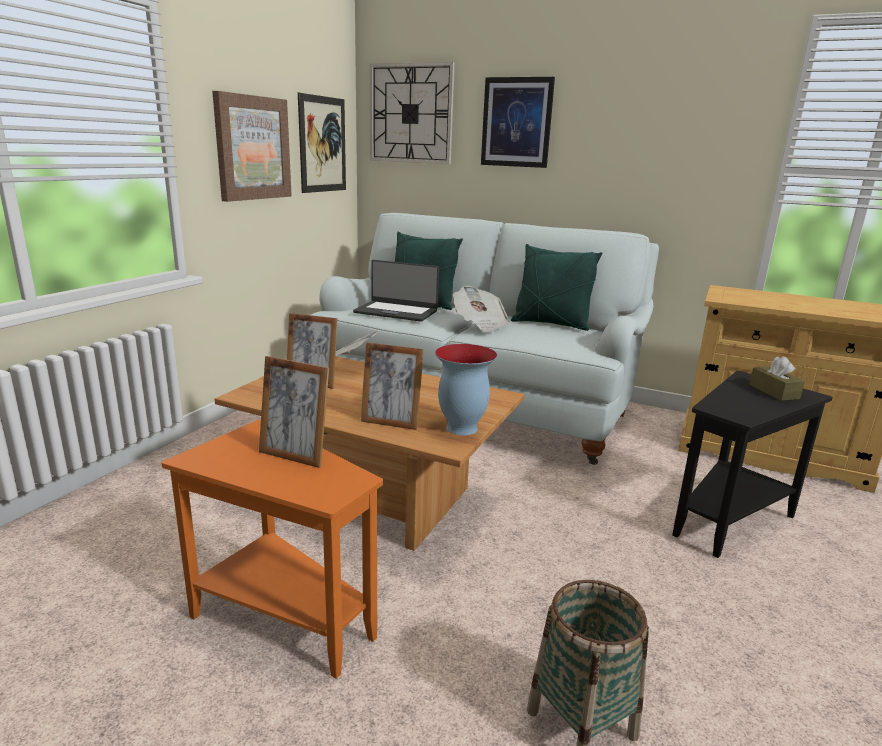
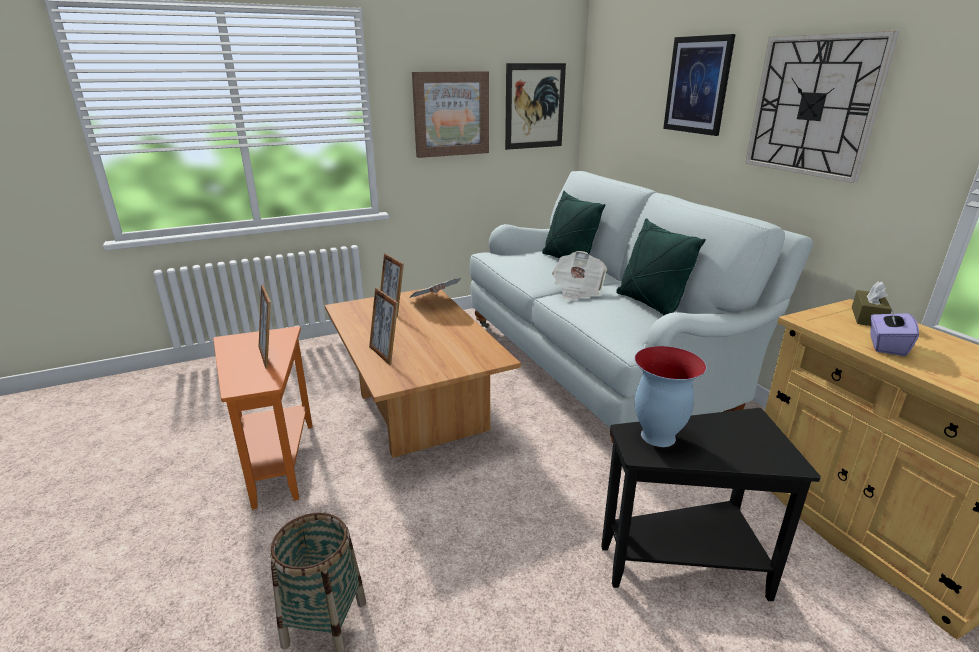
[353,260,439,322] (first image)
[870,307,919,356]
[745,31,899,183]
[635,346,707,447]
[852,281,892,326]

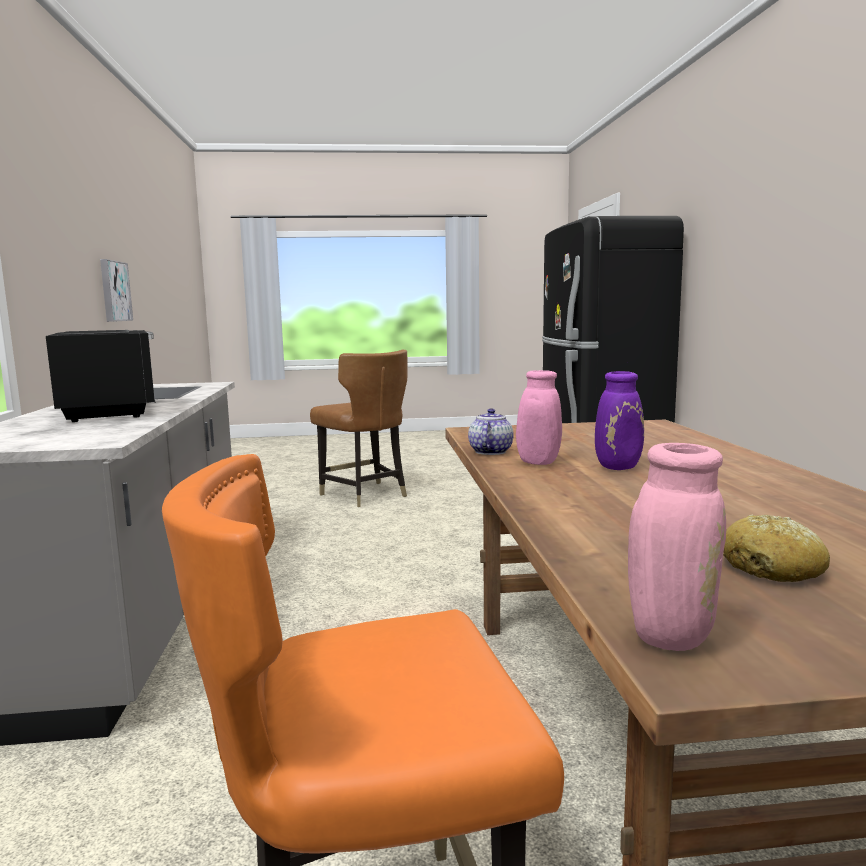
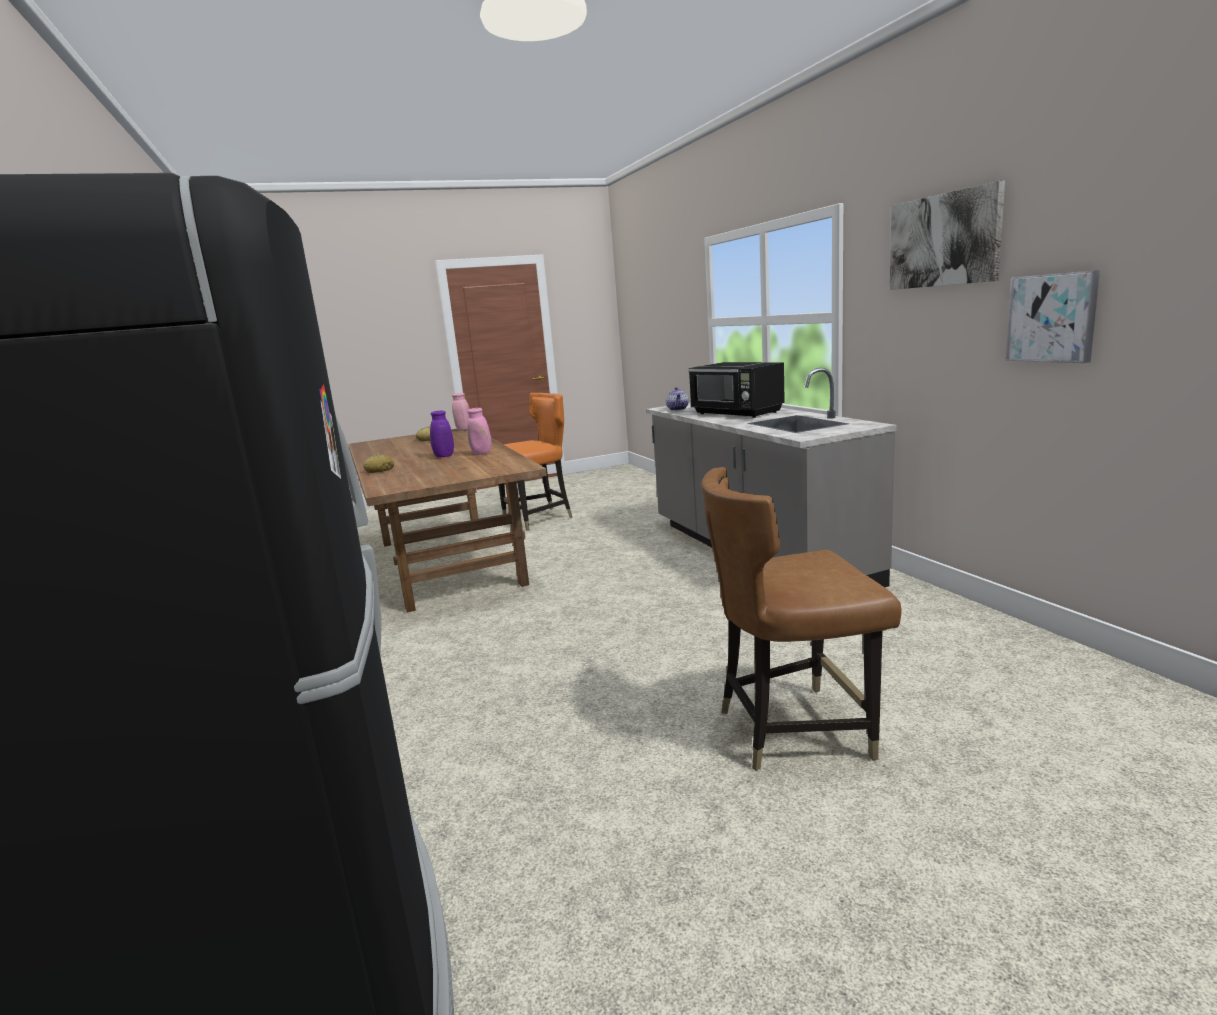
[363,455,394,473]
[890,181,1005,290]
[666,387,689,411]
[701,467,901,771]

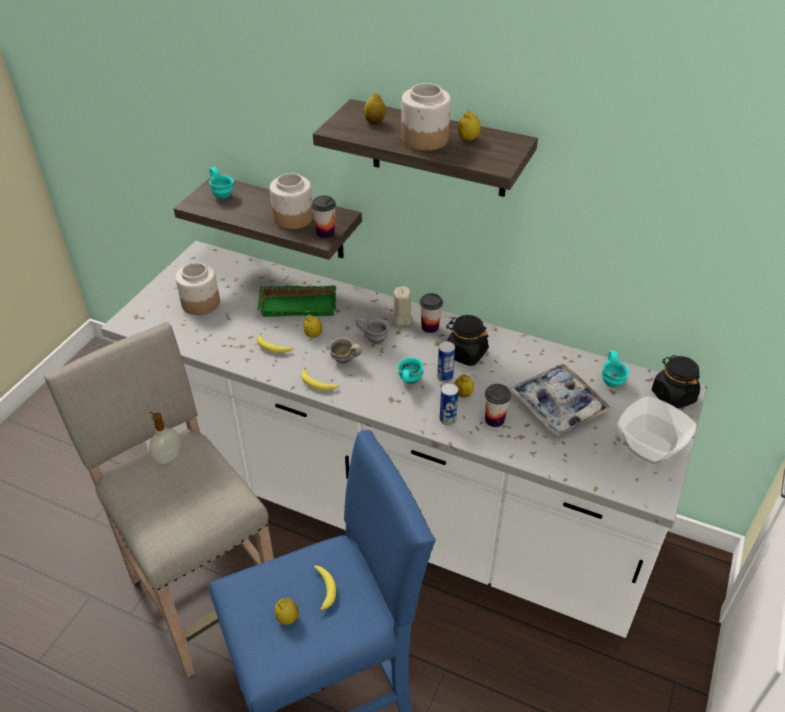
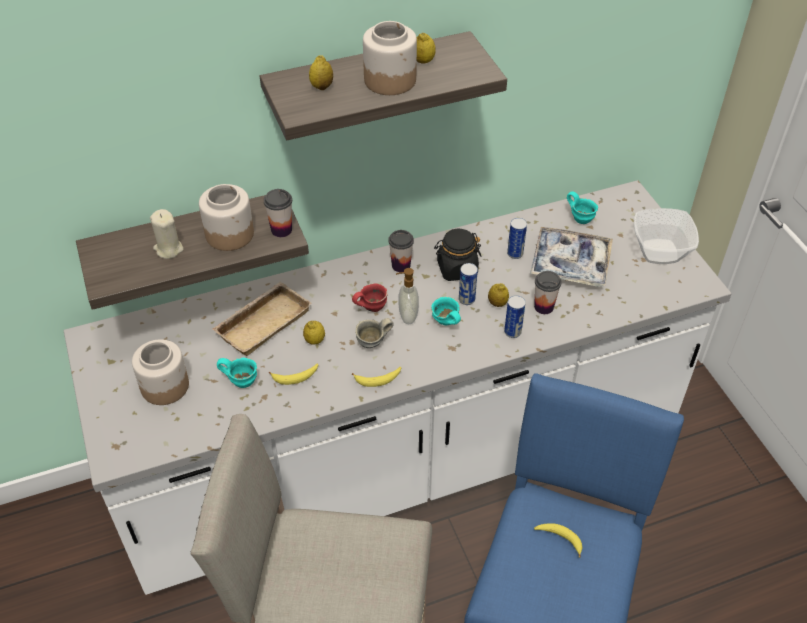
[274,598,299,625] (first image)
[652,355,700,409] (first image)
[507,218,527,259]
[396,268,419,324]
[217,357,257,388]
[150,209,184,259]
[212,282,312,356]
[352,283,387,312]

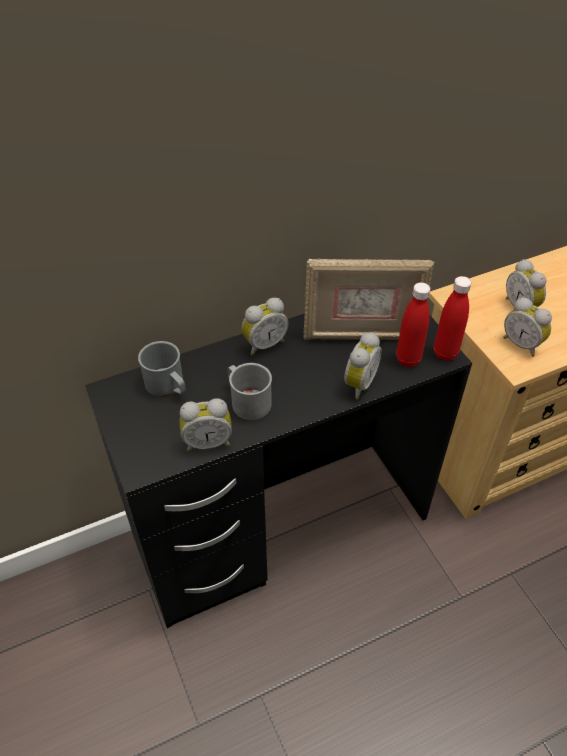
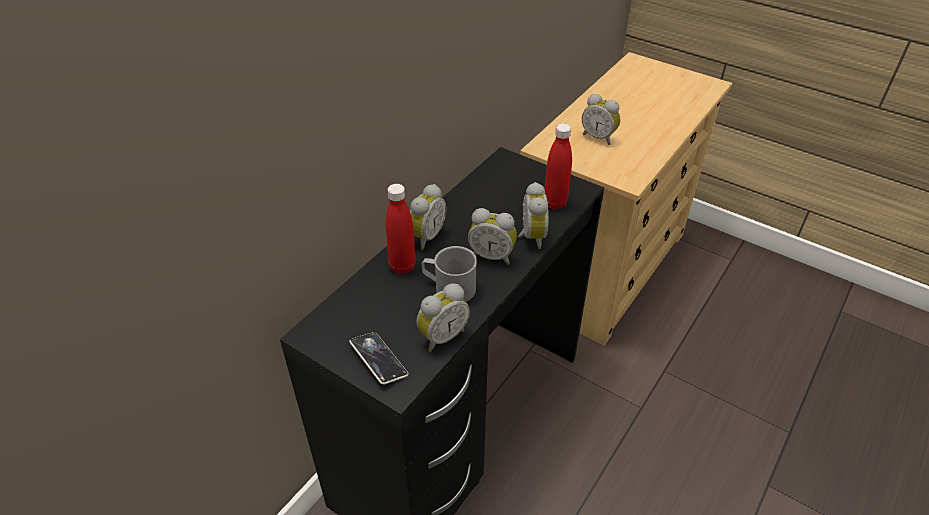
[138,341,186,397] (first image)
[303,258,434,340] (first image)
[349,332,408,385]
[385,184,416,274]
[468,208,517,265]

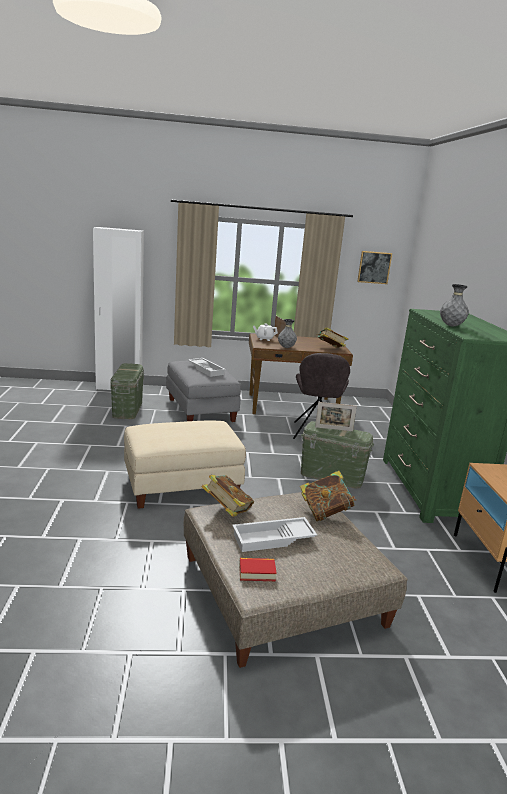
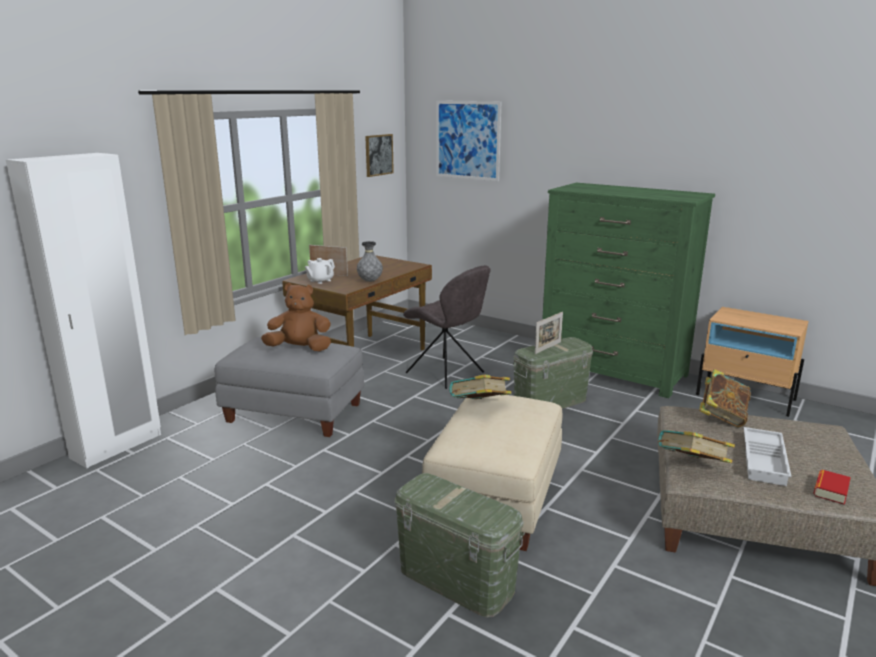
[440,284,469,326] (first image)
[436,101,501,181]
[394,473,525,618]
[449,374,511,399]
[261,283,331,351]

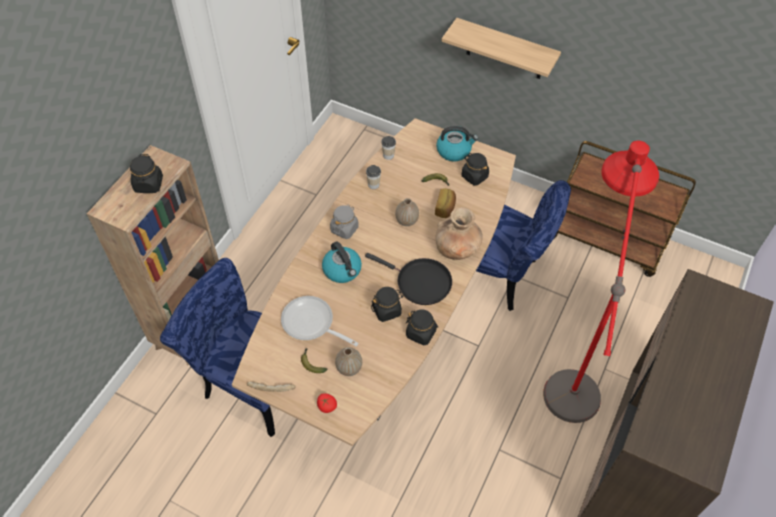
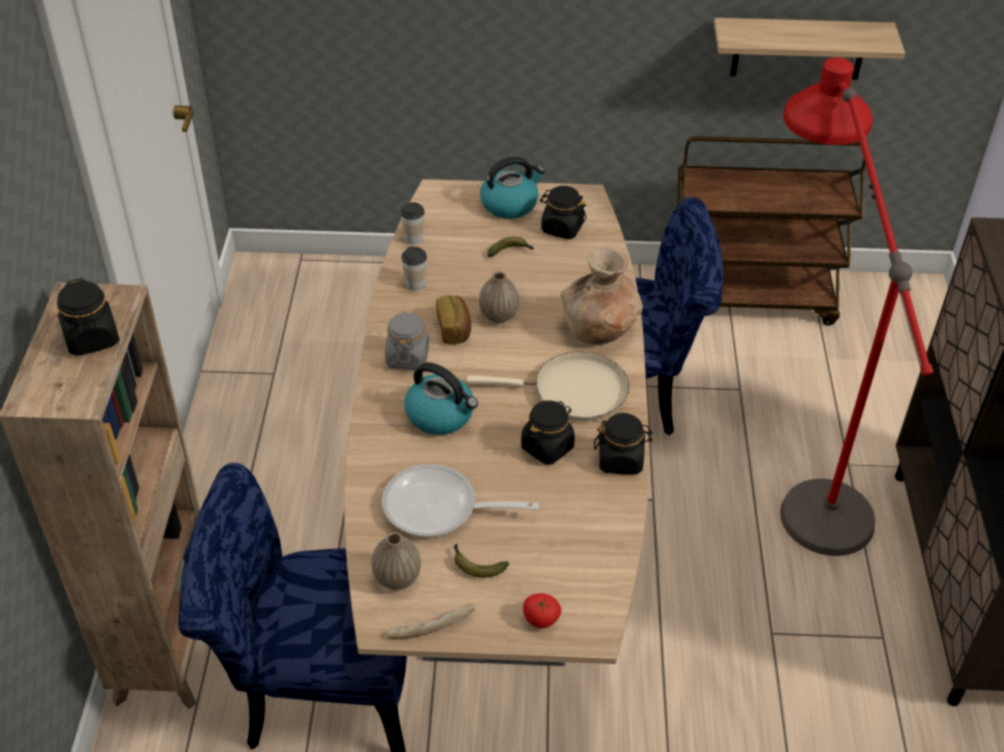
[371,532,421,590]
[436,295,471,345]
[714,18,905,80]
[467,352,629,421]

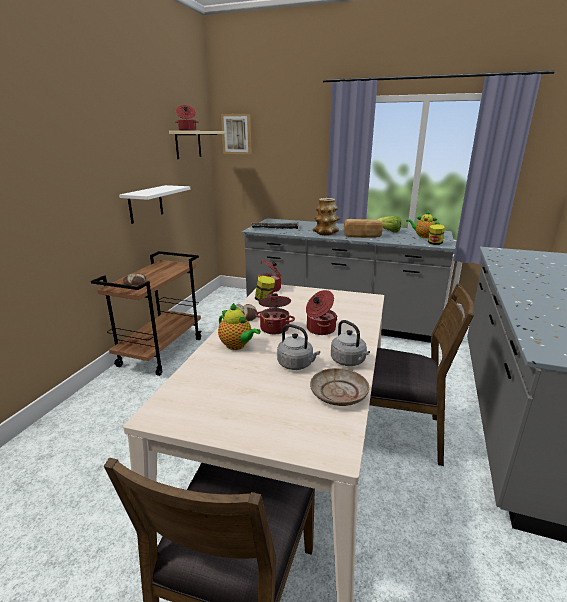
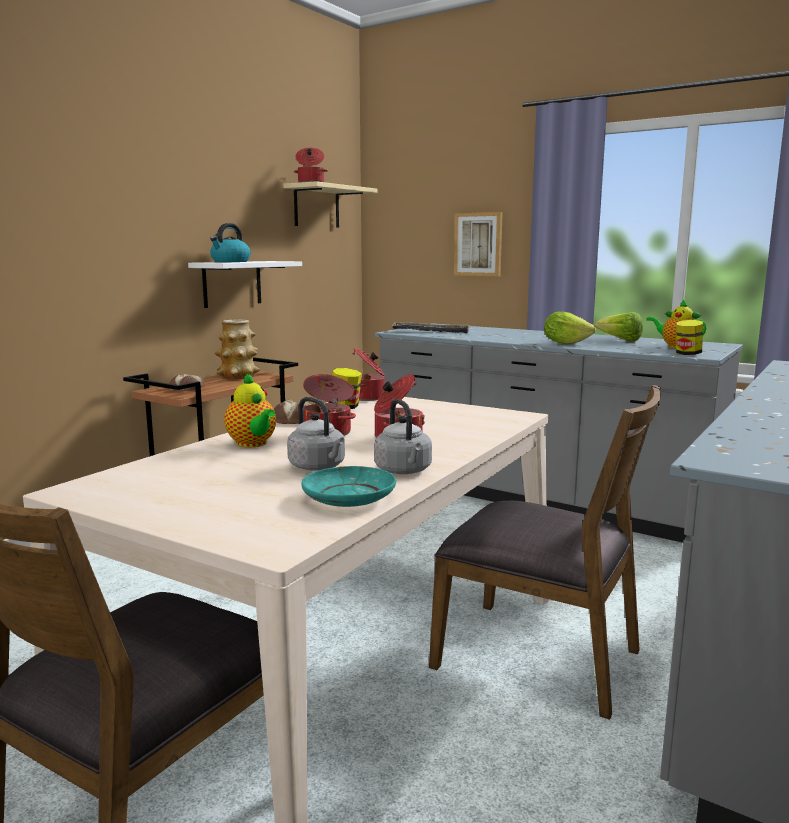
[210,223,251,262]
[454,212,503,276]
[215,320,260,379]
[544,311,596,344]
[301,466,396,507]

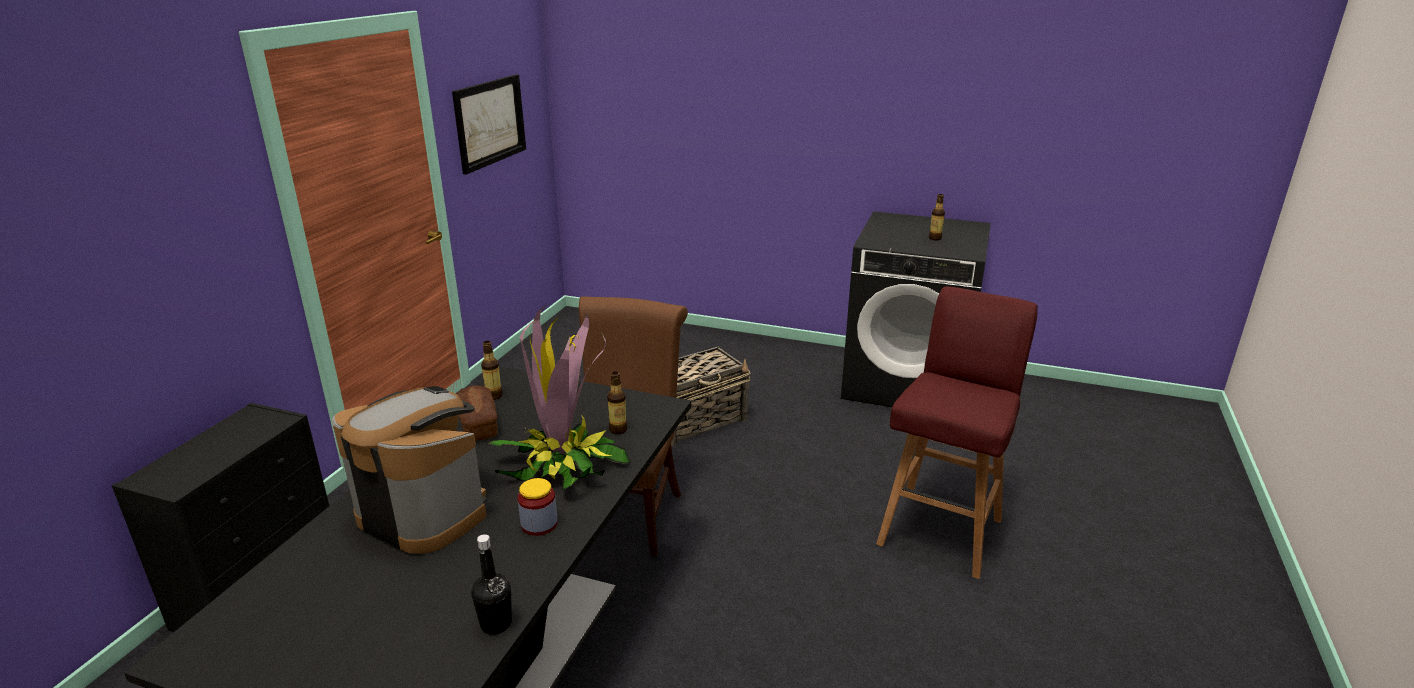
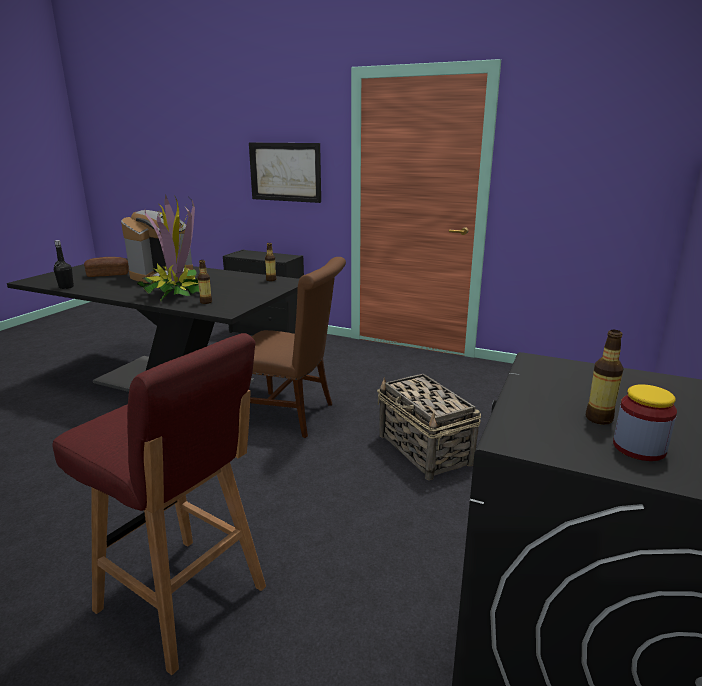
[249,143,321,203]
[84,257,129,277]
[613,384,677,461]

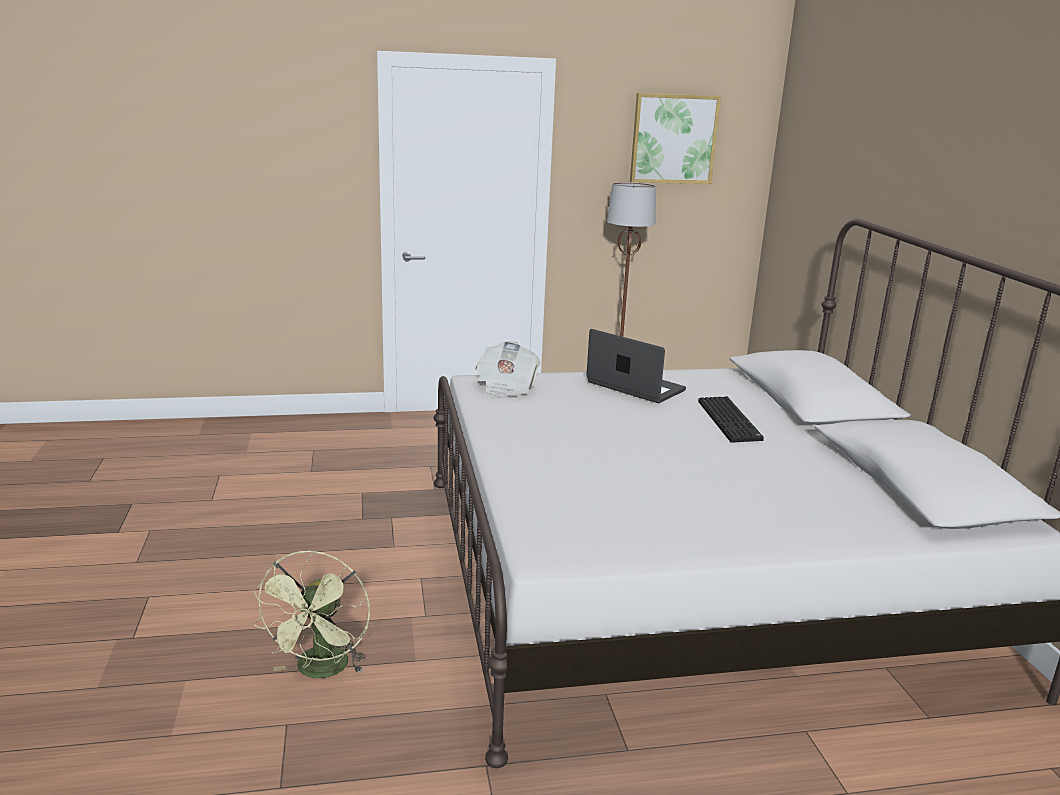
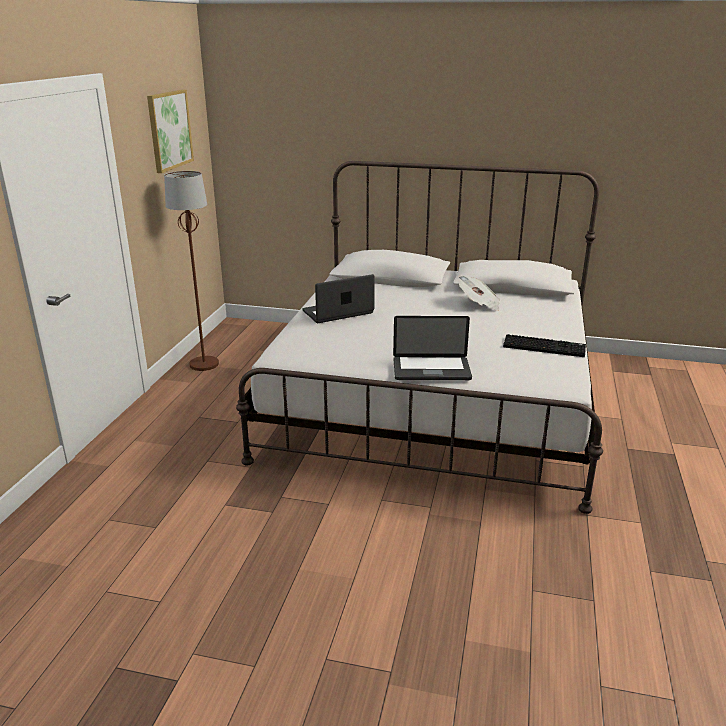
[253,550,370,678] (first image)
[393,316,472,380]
[458,275,500,311]
[503,334,586,357]

